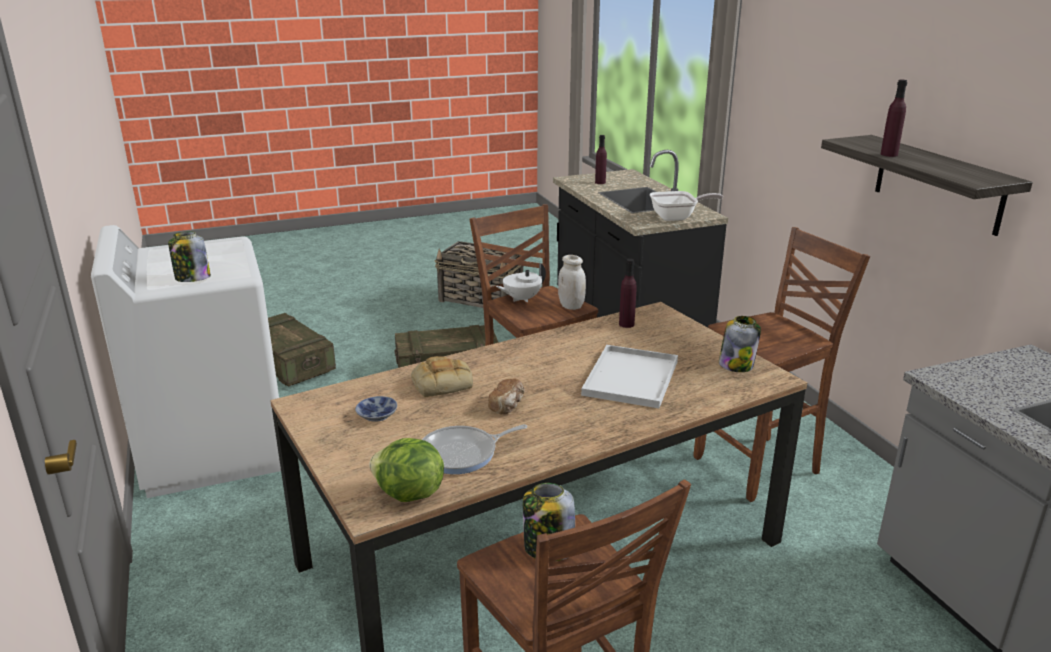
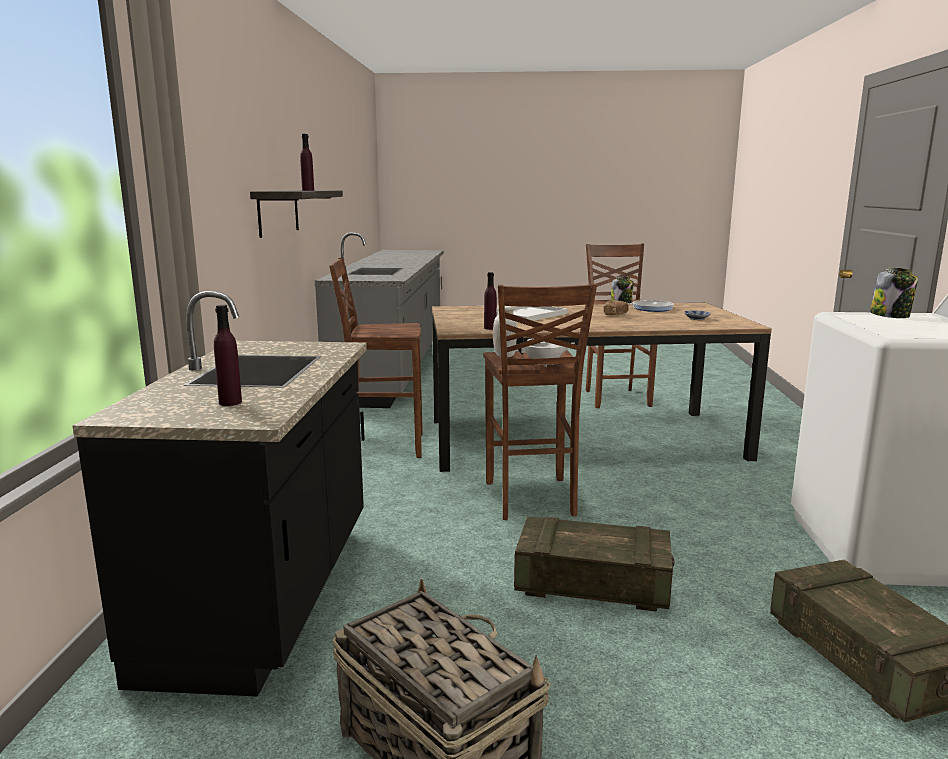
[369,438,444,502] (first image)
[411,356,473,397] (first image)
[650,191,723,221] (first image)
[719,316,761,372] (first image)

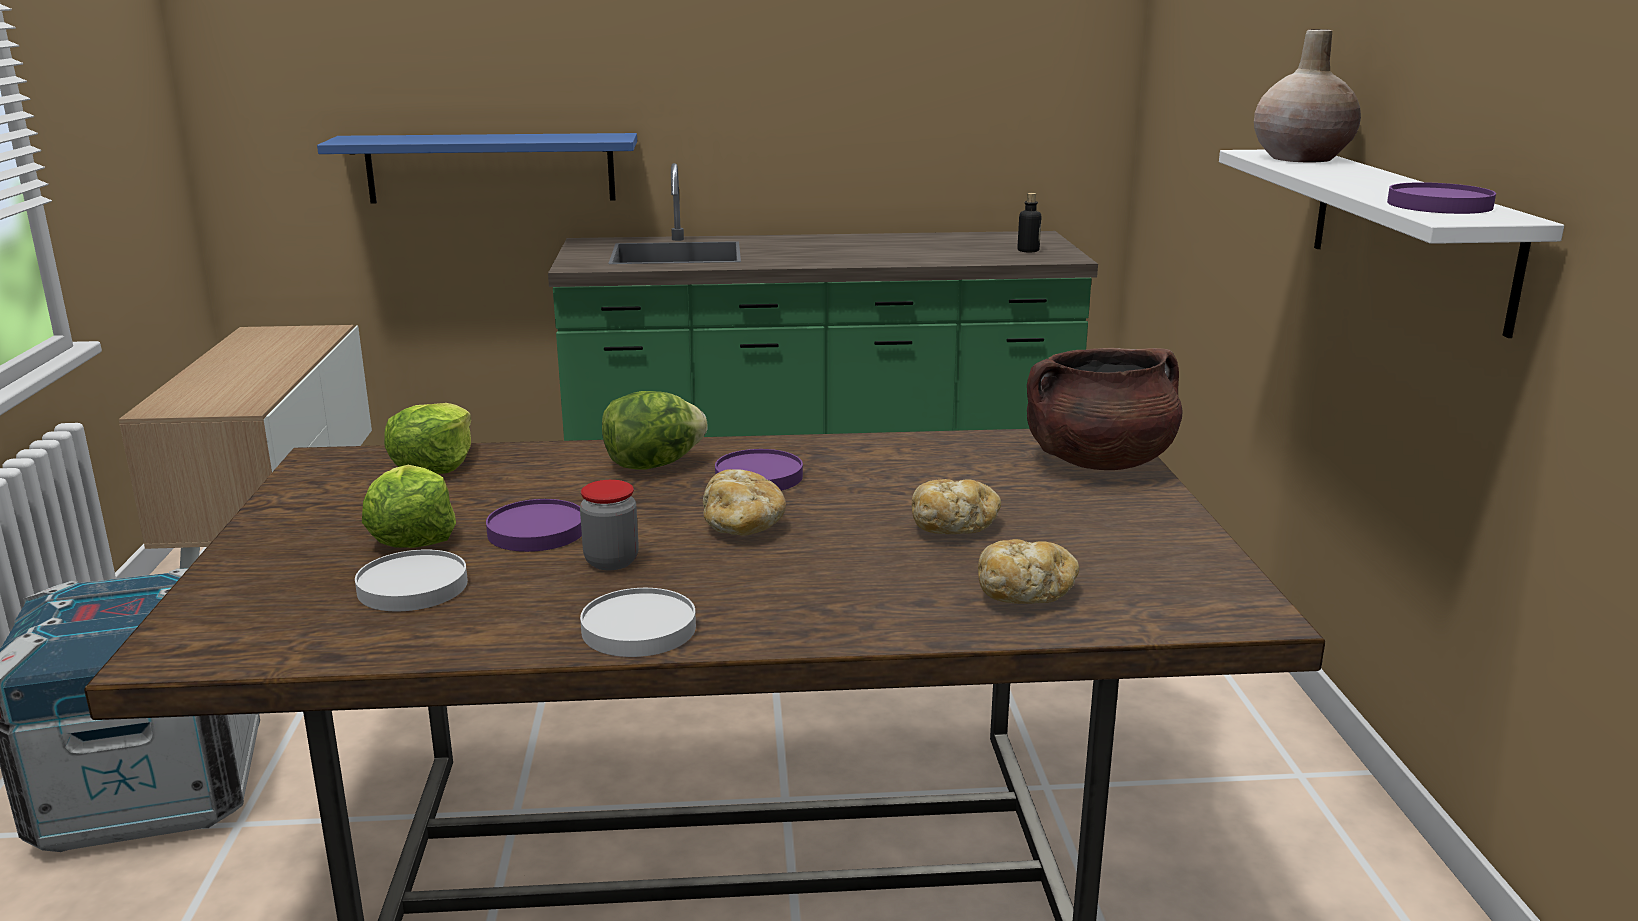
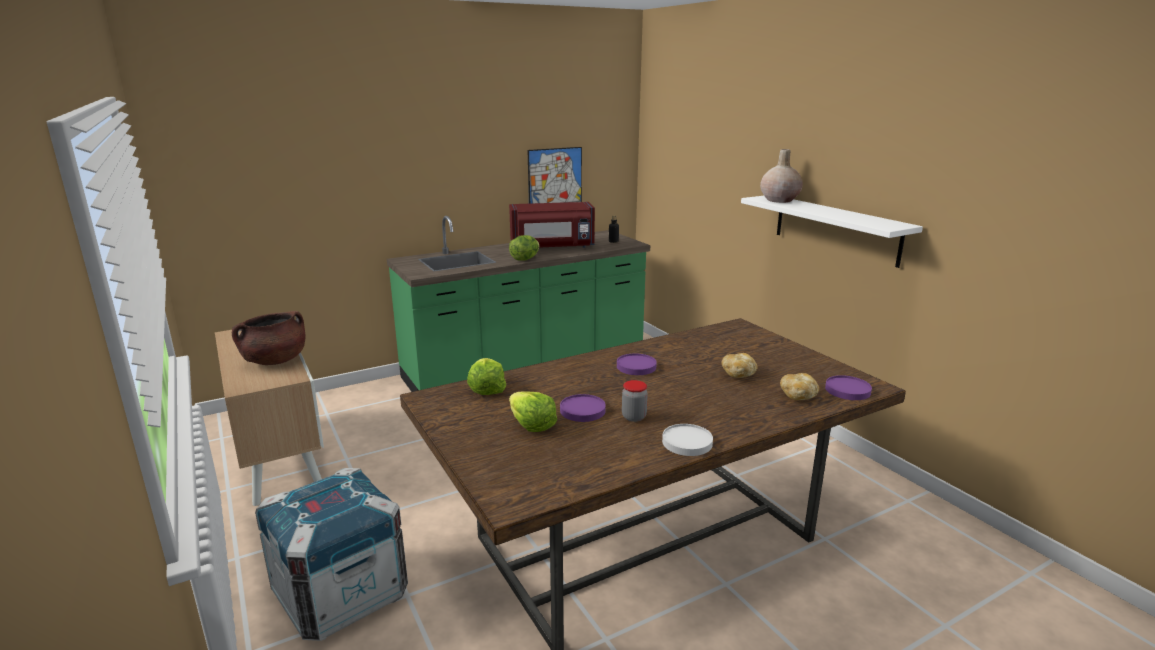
[317,133,637,204] (first image)
[355,549,468,611] (first image)
[703,469,786,536] (first image)
[509,202,595,248]
[528,147,582,204]
[509,235,539,261]
[232,311,306,365]
[825,375,872,400]

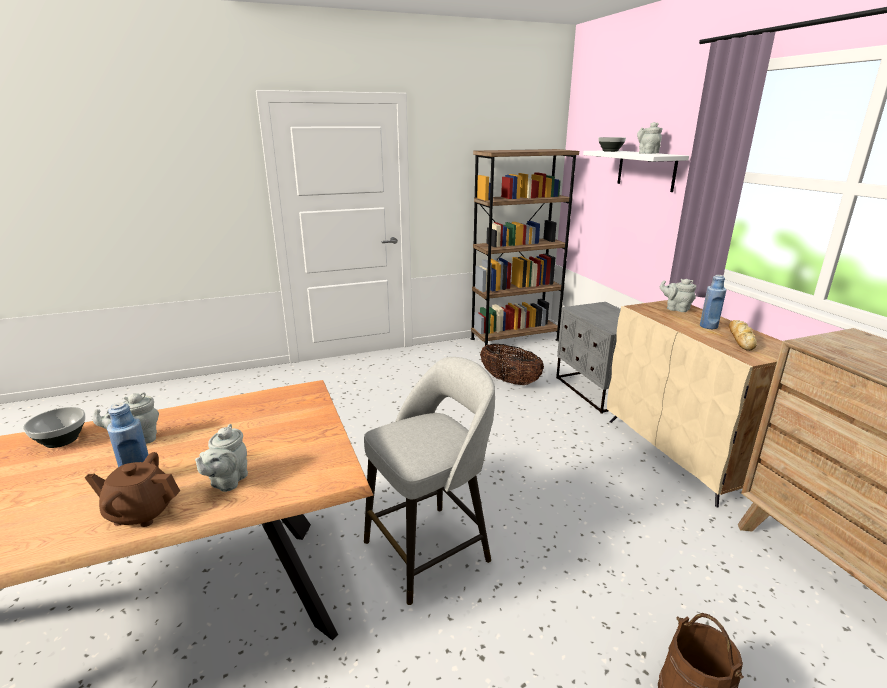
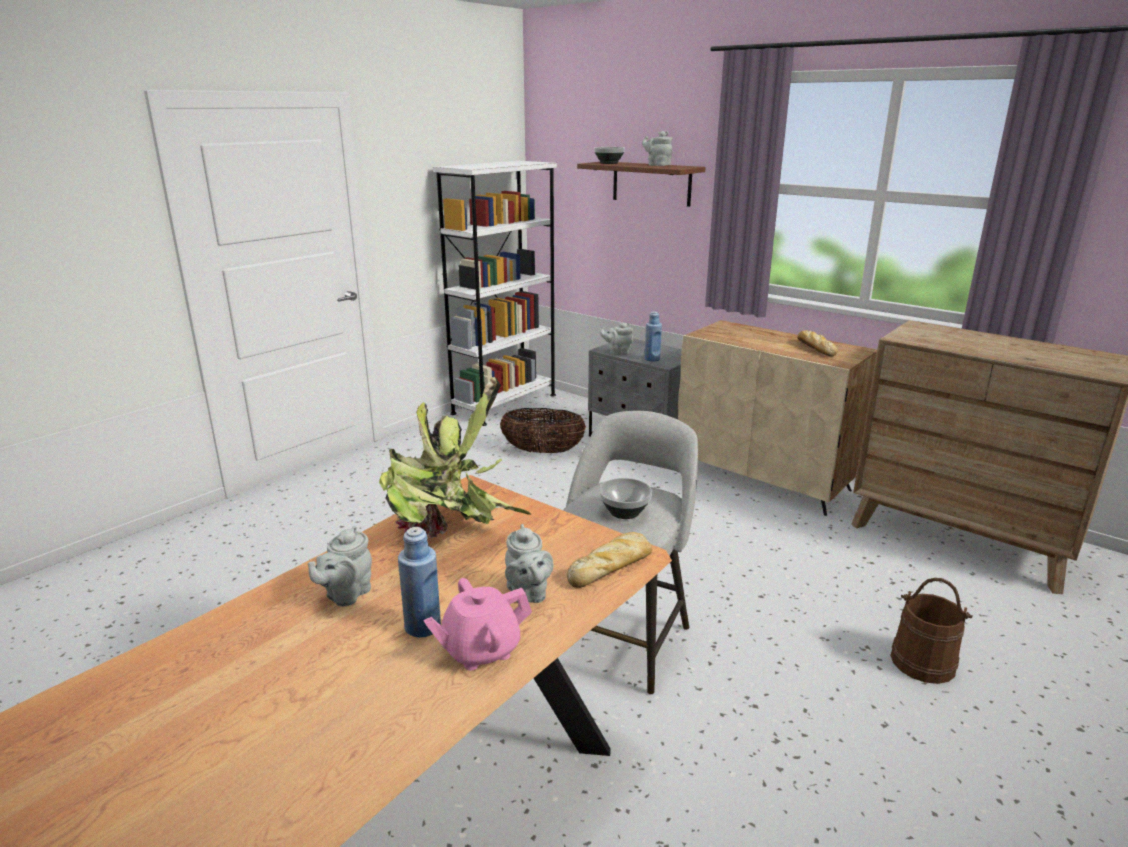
[379,377,532,538]
[567,532,652,588]
[599,478,652,519]
[600,322,633,355]
[645,311,662,362]
[423,578,532,671]
[433,161,557,426]
[577,162,706,207]

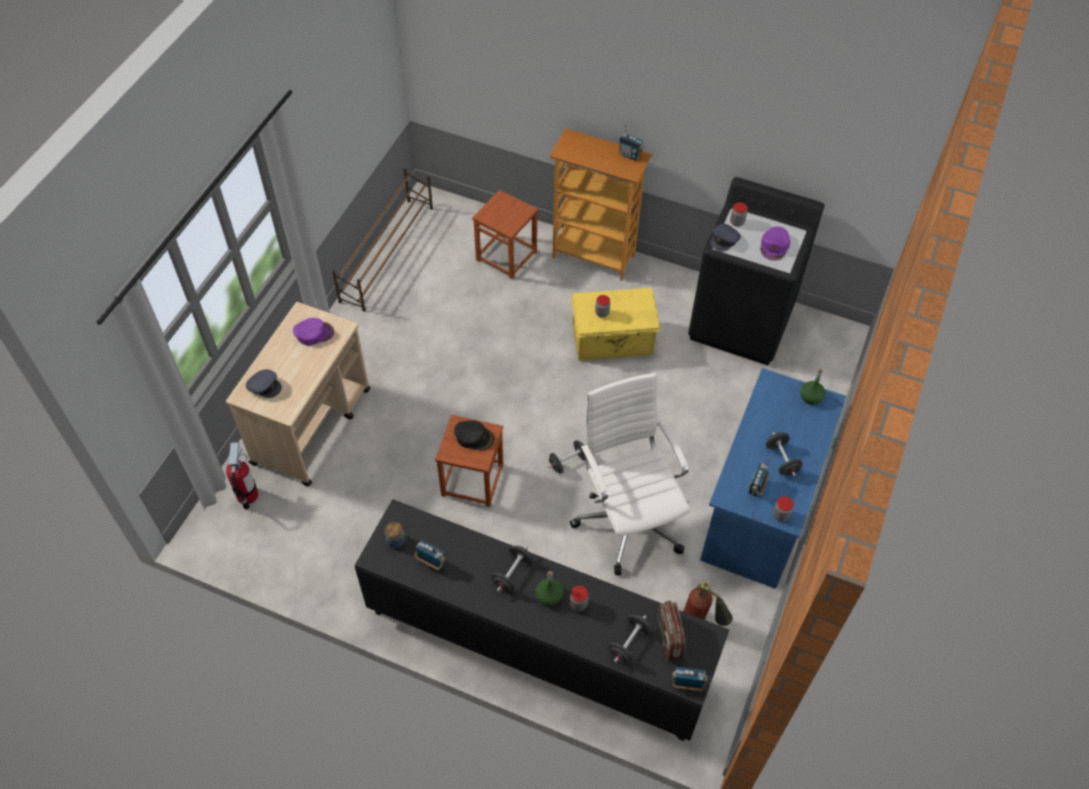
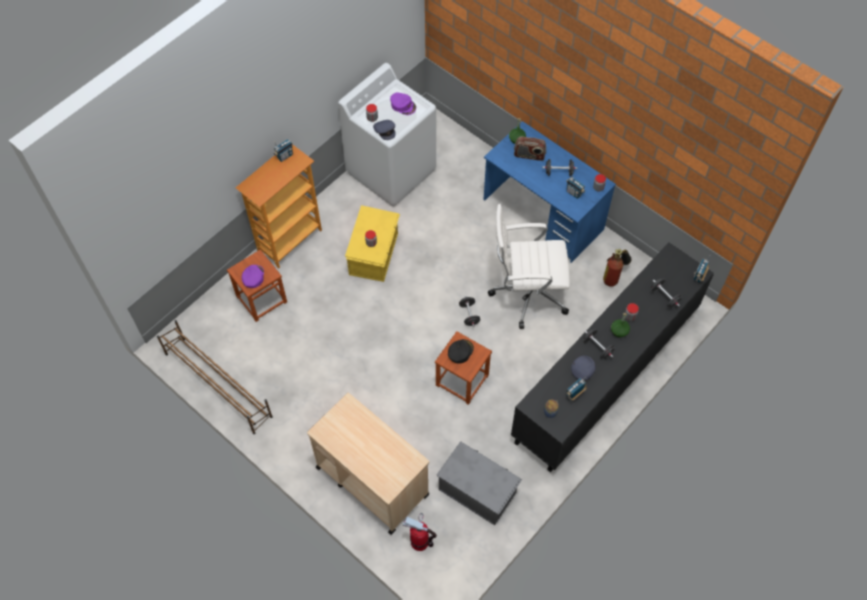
[437,441,522,525]
[571,356,596,380]
[242,265,264,288]
[514,137,546,161]
[338,63,436,207]

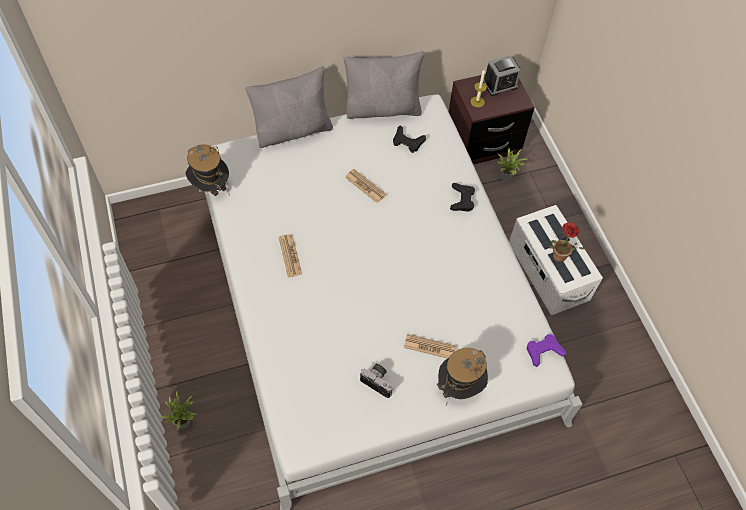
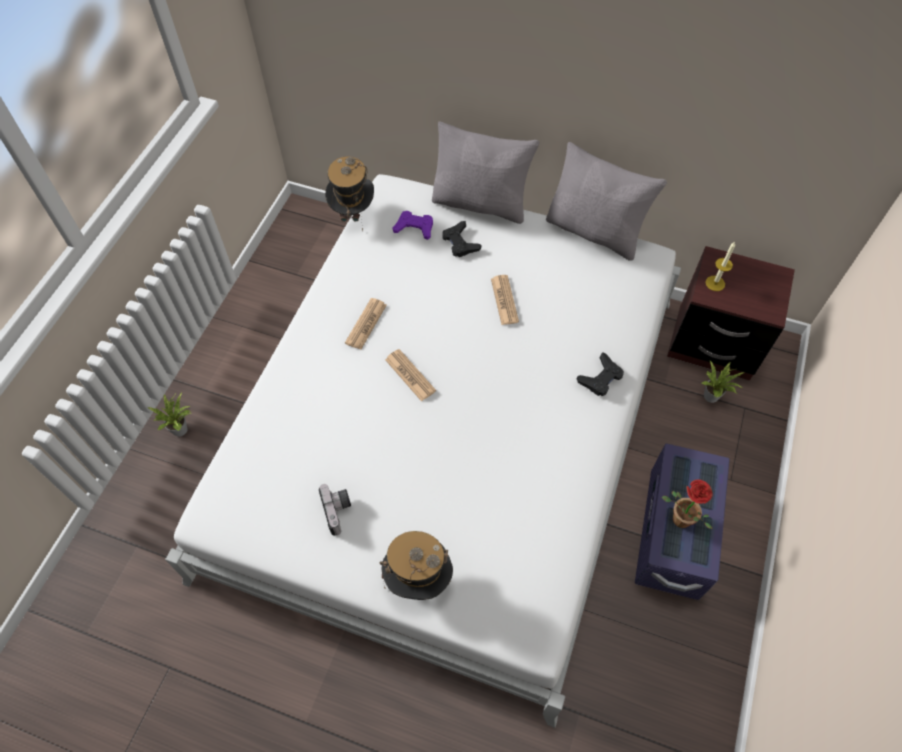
[483,55,521,96] (first image)
[442,221,481,257]
[385,349,436,401]
[393,211,433,240]
[635,444,730,600]

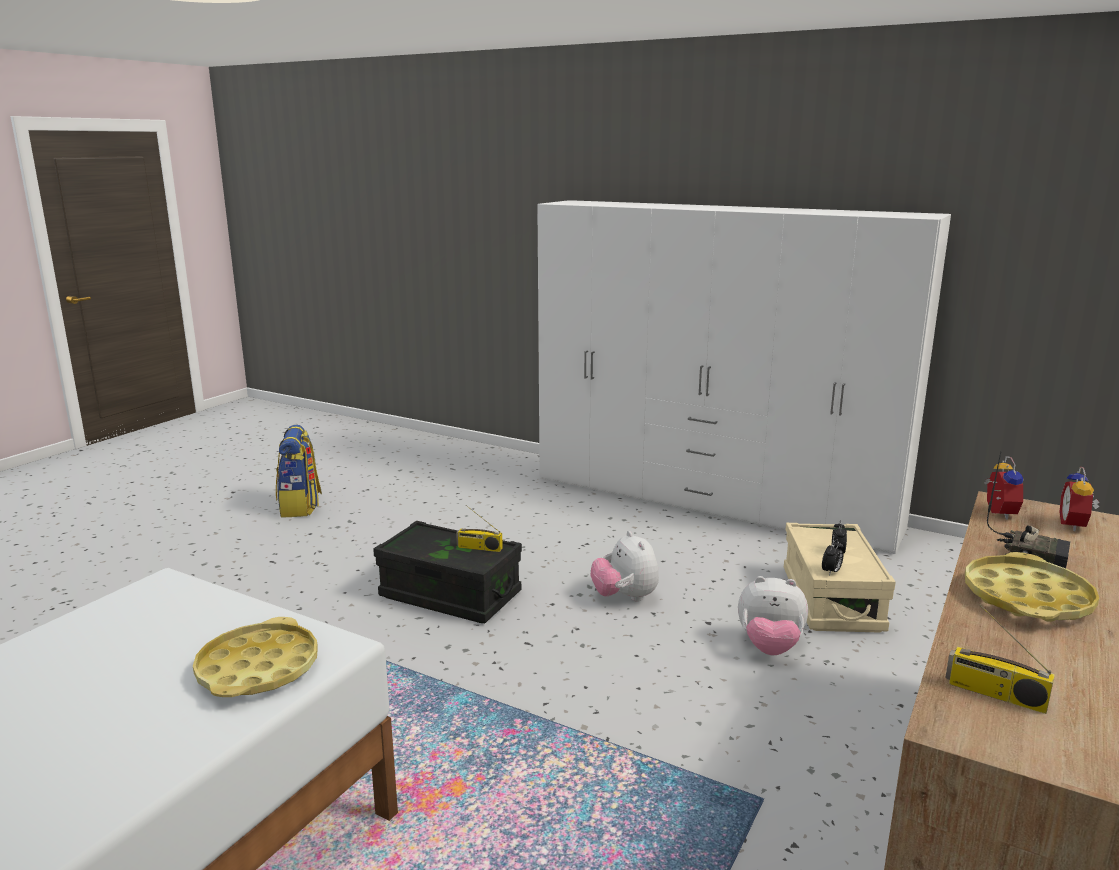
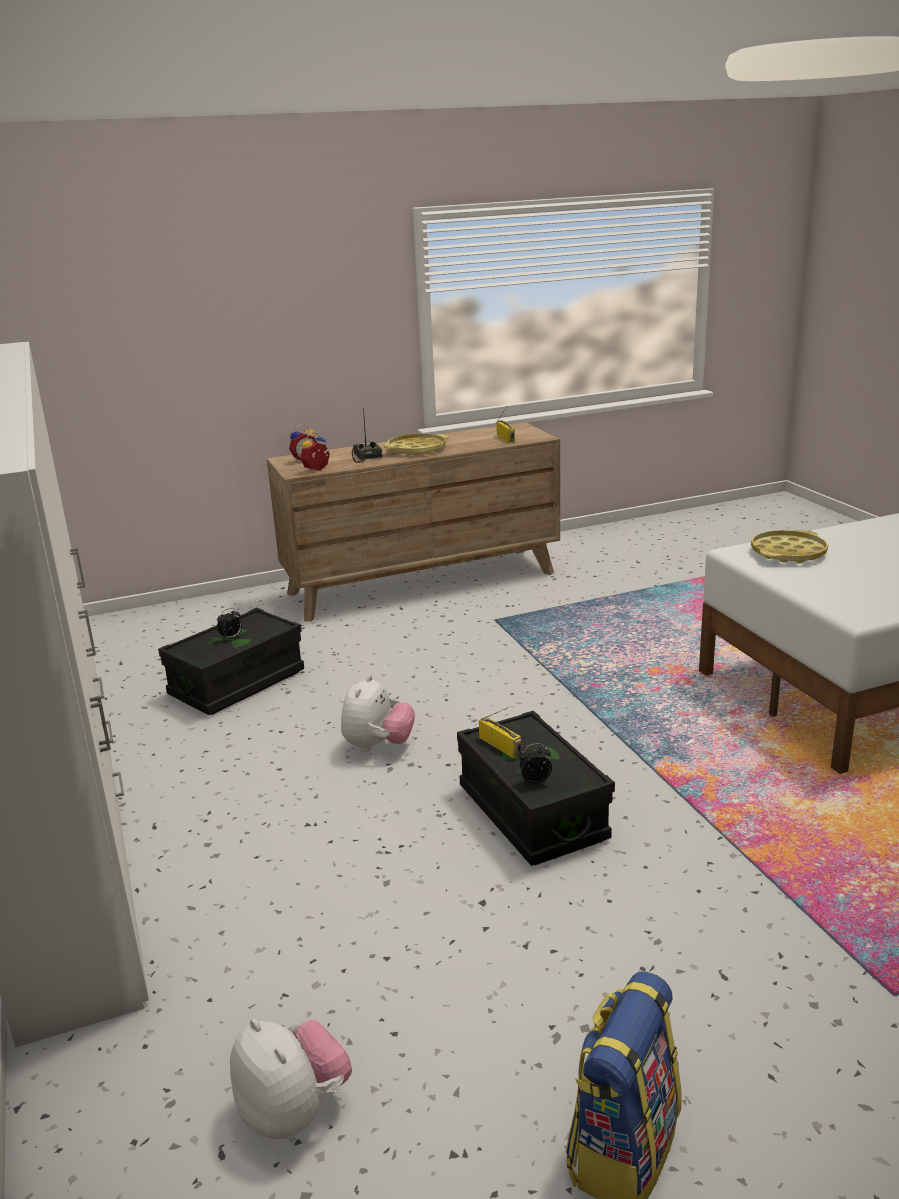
[230,1018,352,1139]
[519,743,552,783]
[158,608,304,715]

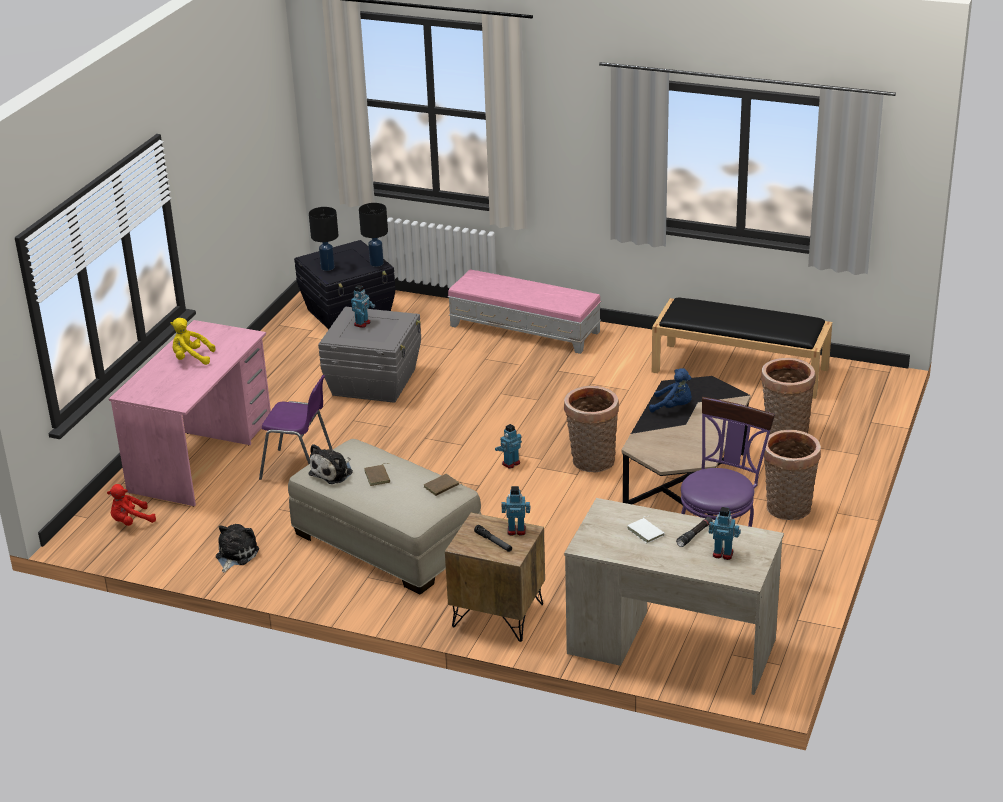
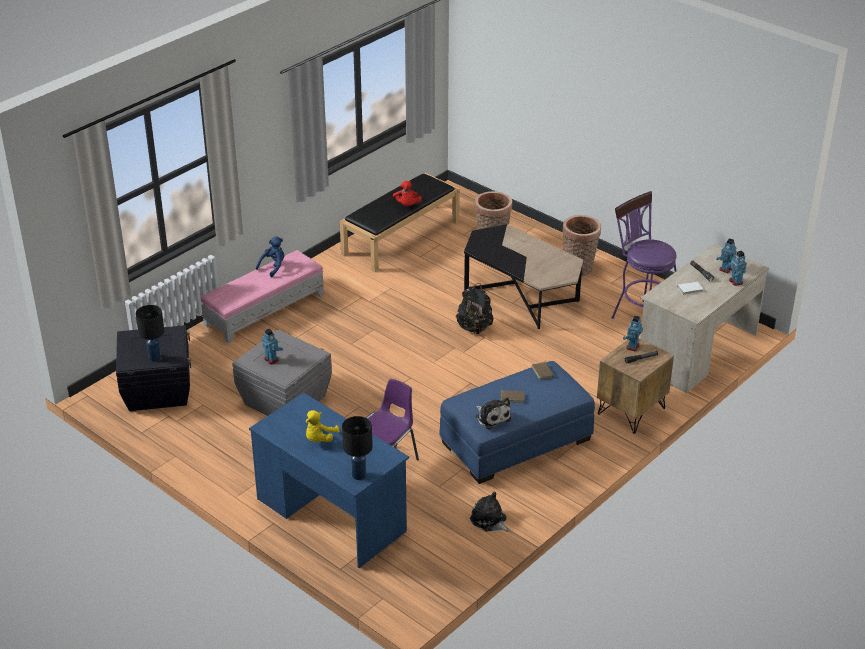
[393,181,422,206]
[342,416,372,480]
[726,251,747,286]
[256,236,285,277]
[456,283,494,334]
[249,393,409,568]
[439,361,595,484]

